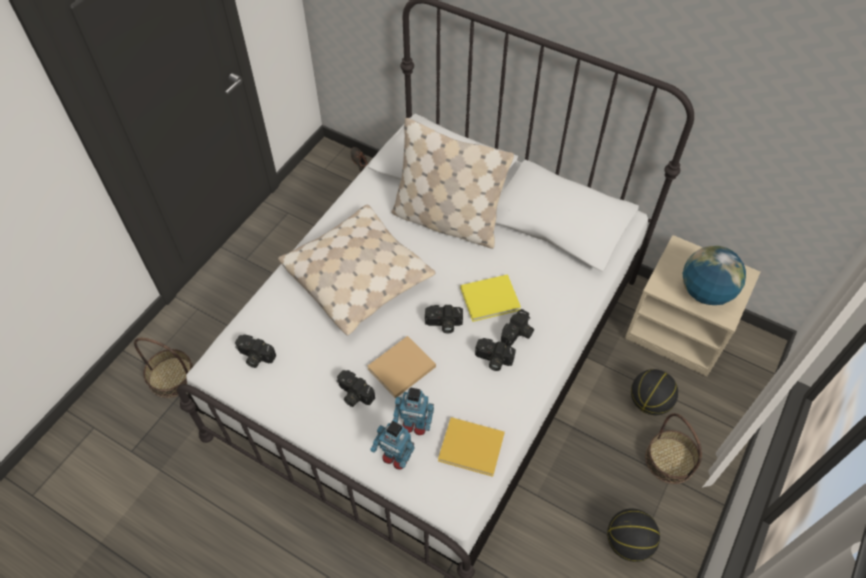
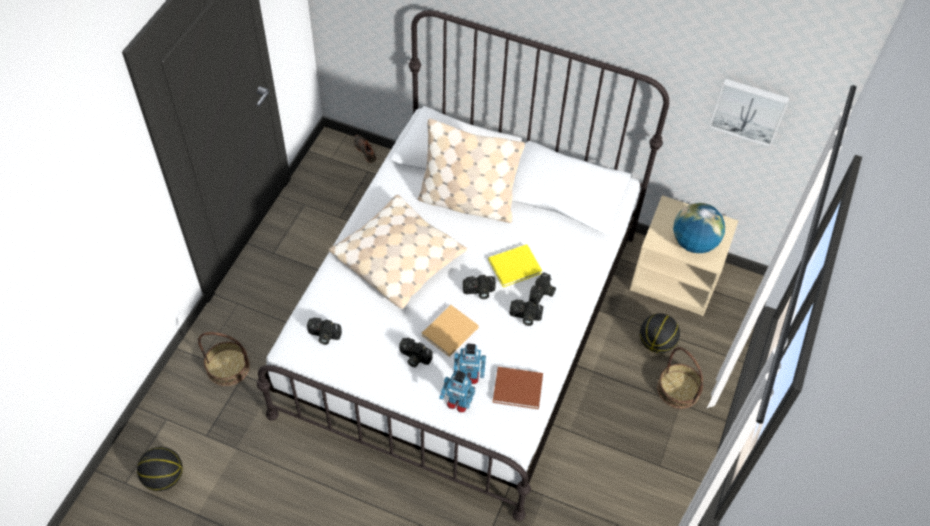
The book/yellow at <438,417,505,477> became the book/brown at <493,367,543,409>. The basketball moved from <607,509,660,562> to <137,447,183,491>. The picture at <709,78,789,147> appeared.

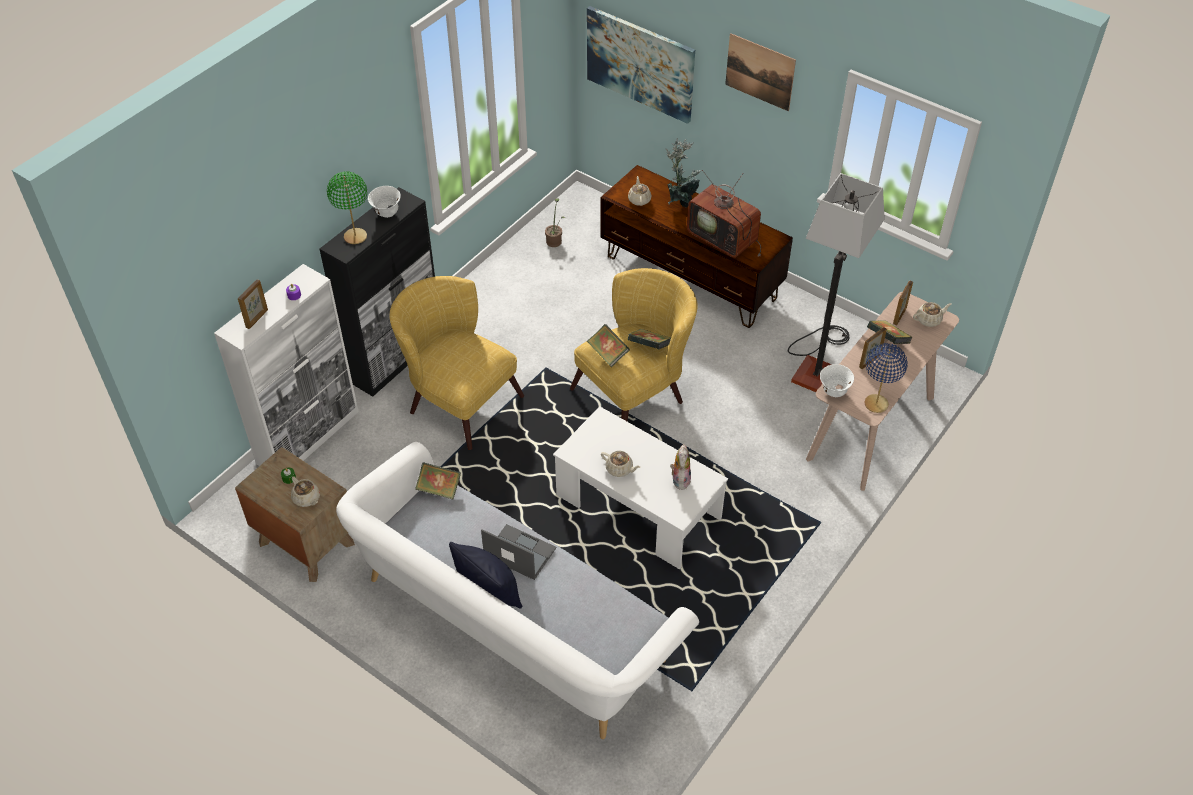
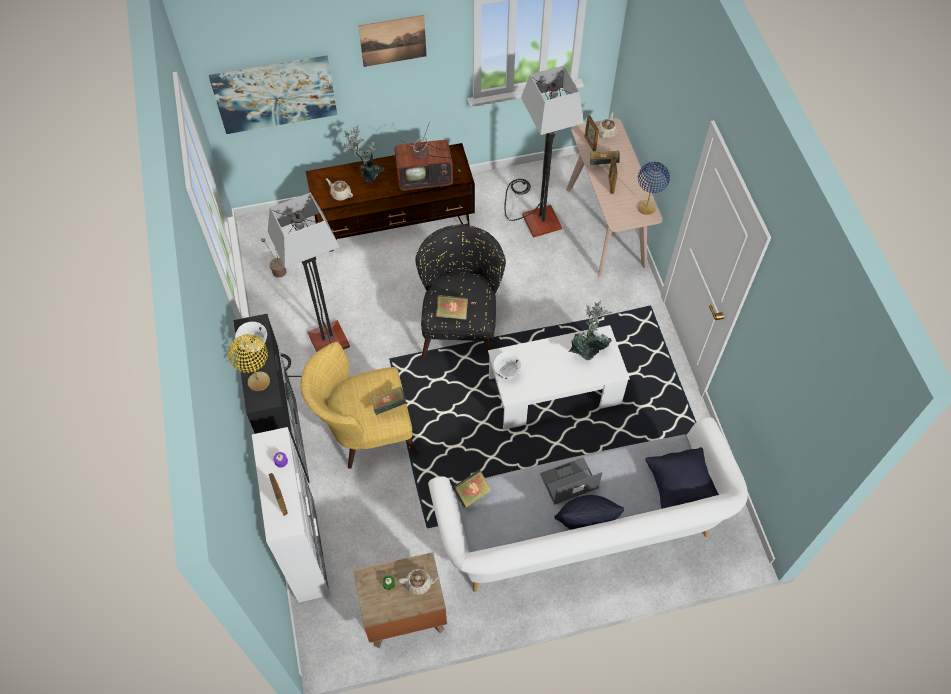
The table lamp/green at <327,172,367,244> became the table lamp/yellow at <228,334,270,391>. The armchair/yellow at <570,268,698,421> became the armchair/black at <415,225,506,359>. The book moved from <628,329,671,349> to <371,387,406,415>. The bowl/white moved from <820,364,854,397> to <494,352,522,379>. The plush toy at <670,444,691,490> was replaced by the potted plant at <568,301,612,360>. The teapot/beige at <601,451,641,477> disappeared. The floor lamp at <268,192,350,377> appeared. The pillow/black at <645,447,719,509> appeared.

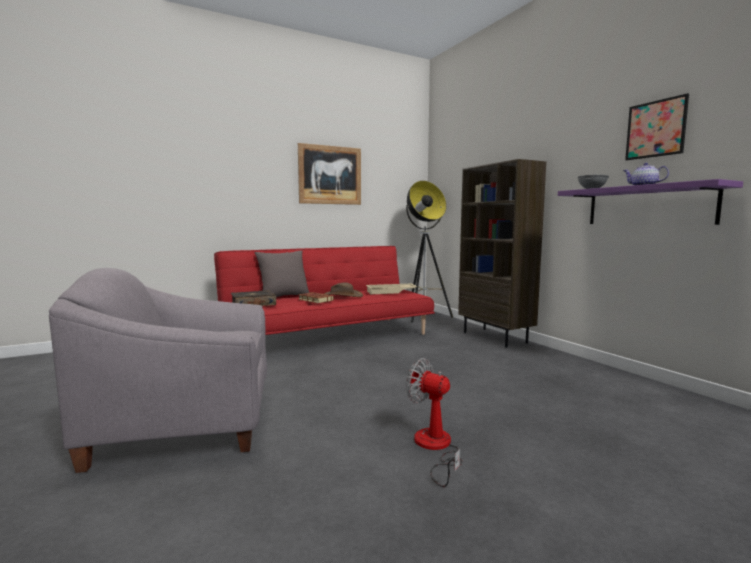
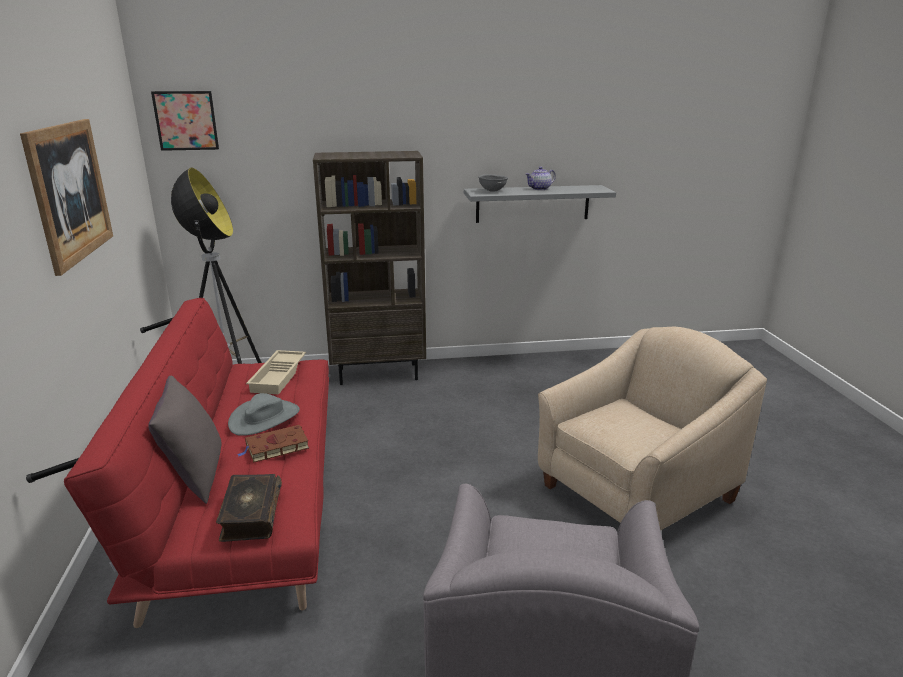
The picture moved from <625,93,689,160> to <151,91,219,151>. The shelf/purple at <558,179,743,225> became the shelf/grey at <464,185,616,223>. The hat/brown at <324,283,363,297> became the hat/grey at <228,393,300,436>. The fan at <406,358,462,487> was replaced by the armchair/beige at <538,327,767,530>.

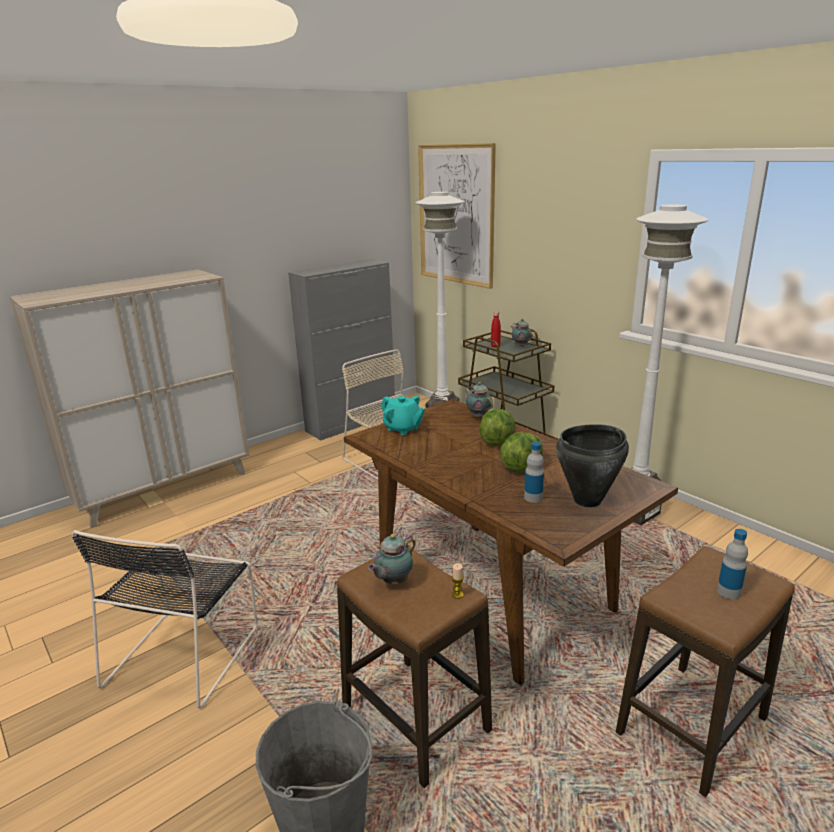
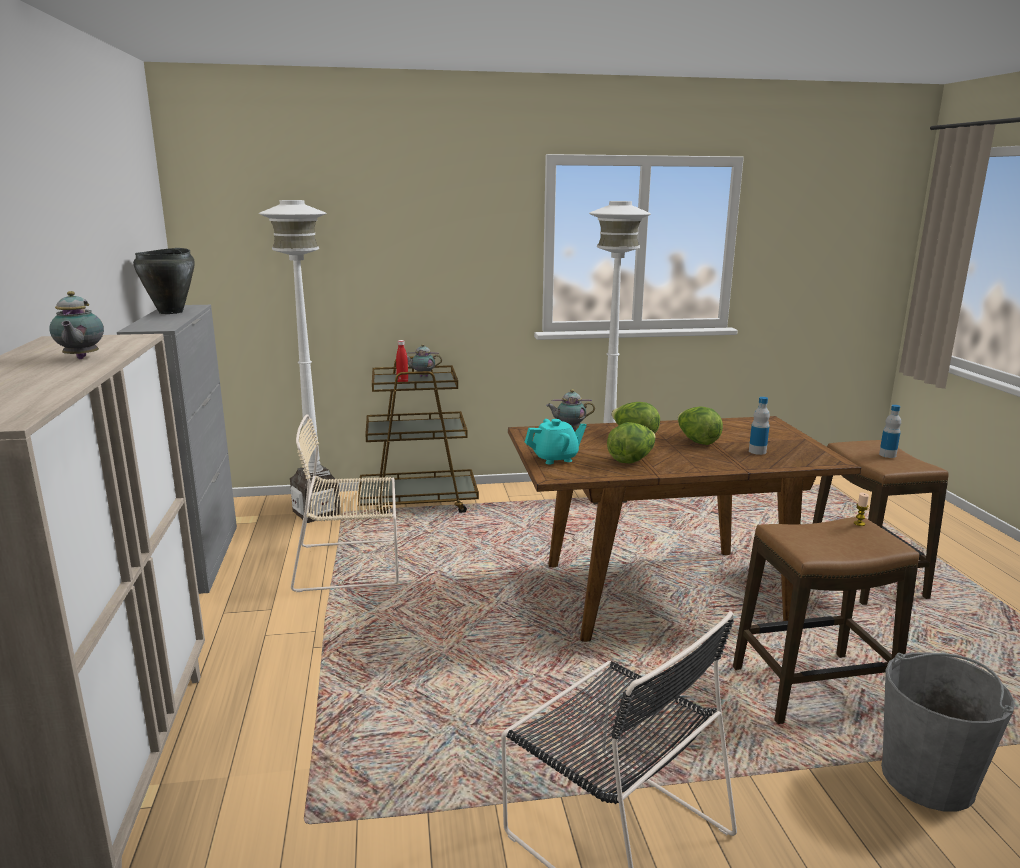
The picture at <418,143,496,289> disappeared. The cooking pot/black moved from <556,424,629,507> to <133,248,195,314>. The teapot moved from <368,534,416,584> to <49,291,104,359>. The lettuce at <607,422,656,463> appeared.

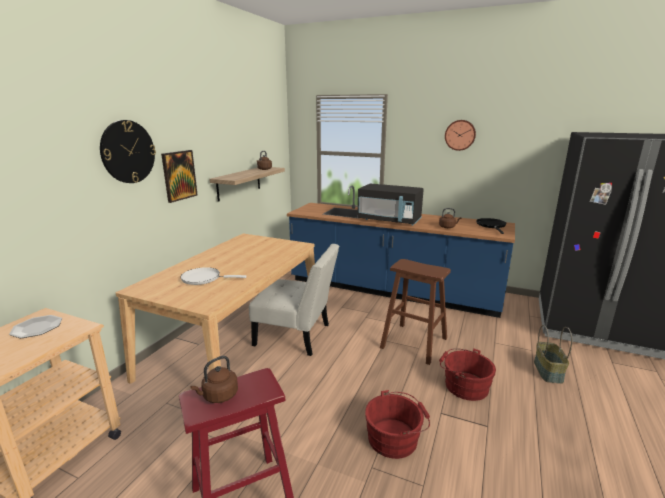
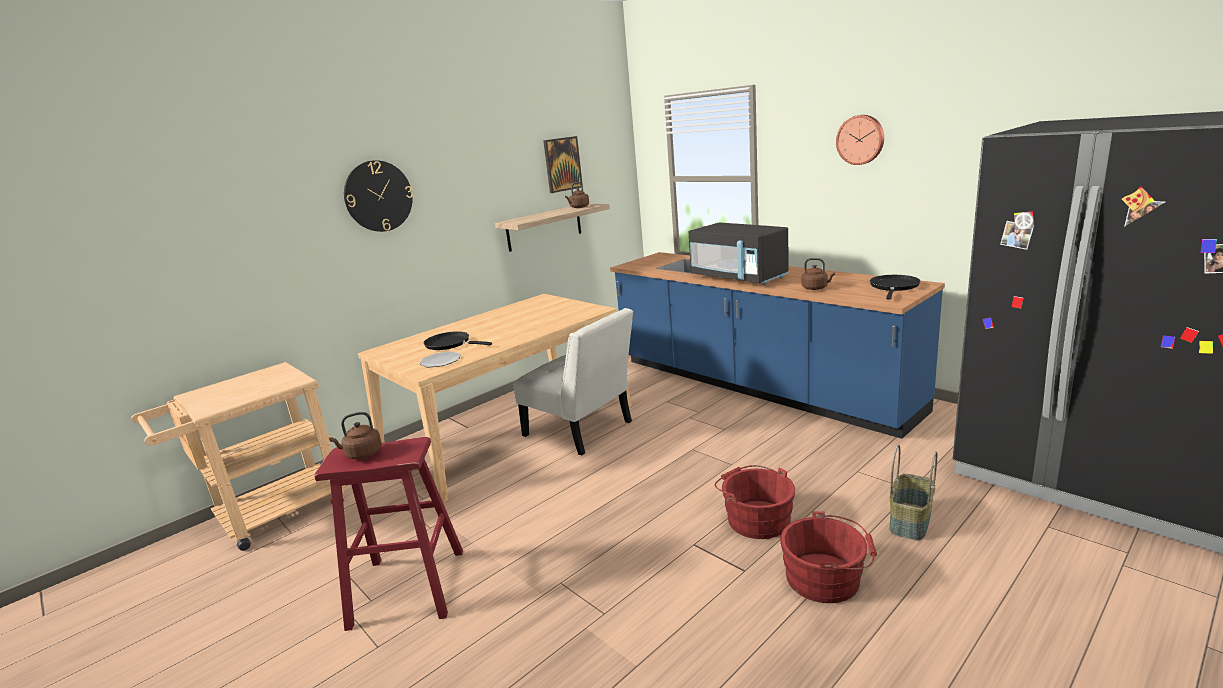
The picture moved from <161,150,198,203> to <543,136,583,193>. The stool/brown at <380,259,451,365> disappeared. The frying pan/white at <181,267,247,285> became the frying pan/black at <424,331,492,350>. The plate moved from <9,315,62,338> to <419,351,461,368>. The bucket/red moved from <365,390,430,459> to <780,511,877,603>.

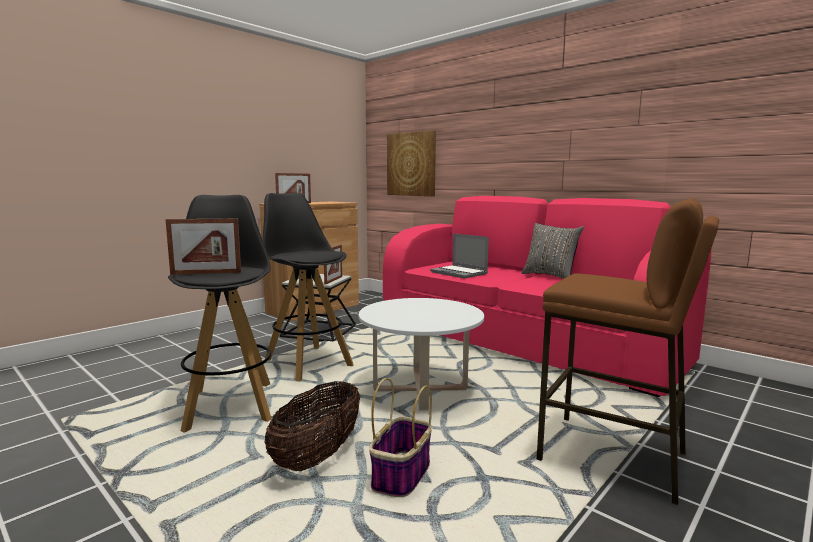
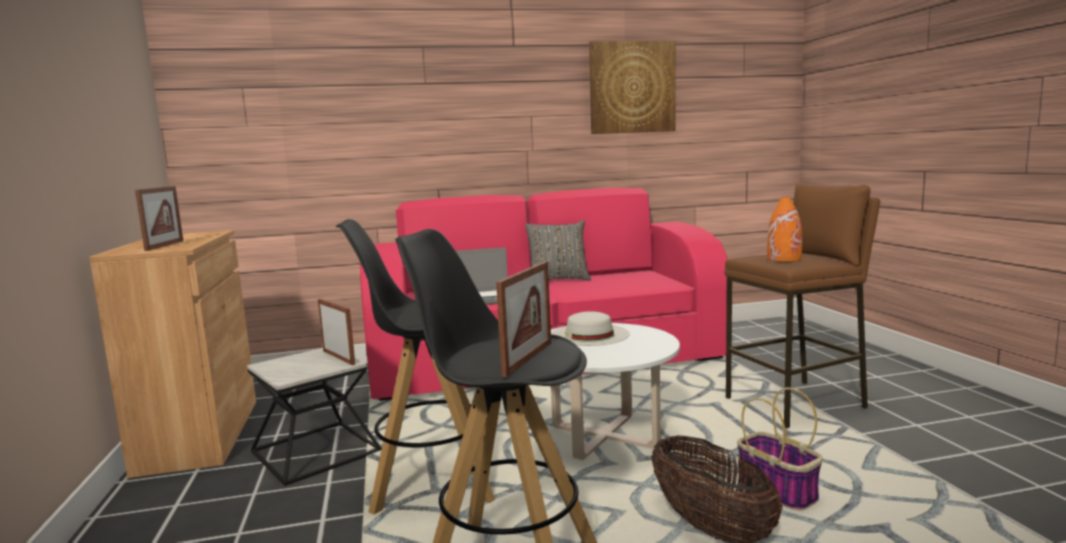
The picture moved from <387,130,436,196> to <589,41,676,134>. The vase/orange at <767,197,802,262> appeared. The hat/white at <551,311,630,346> appeared.

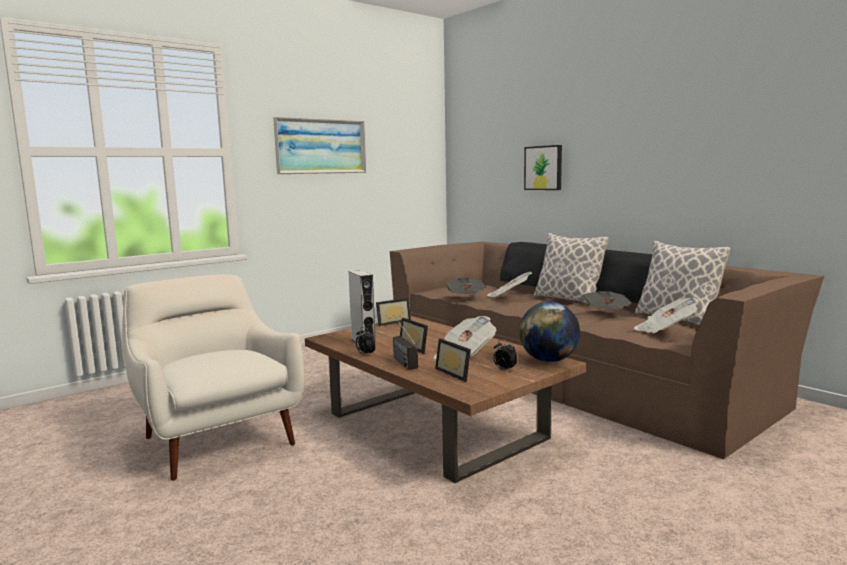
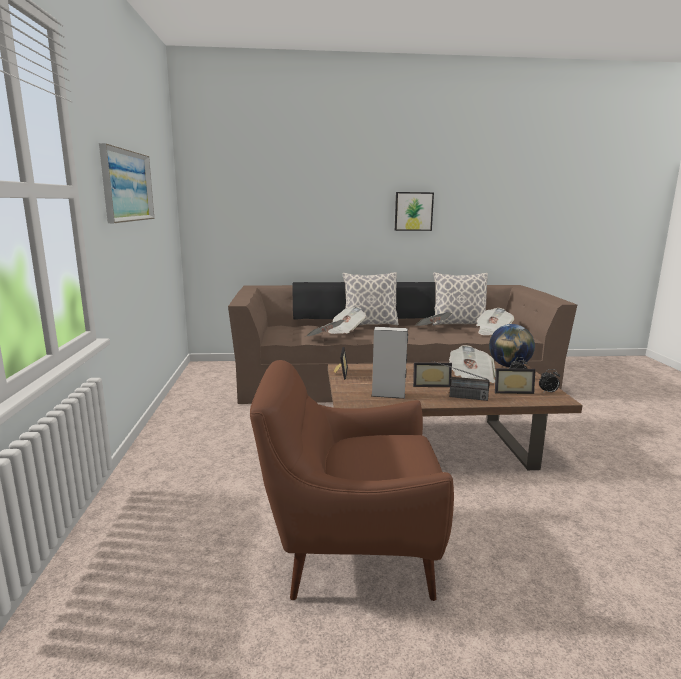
The picture moved from <524,145,562,190> to <395,192,434,231>. The armchair/white at <122,274,304,481> became the armchair/brown at <250,360,454,601>. The alarm clock moved from <356,327,376,356> to <539,369,560,393>.

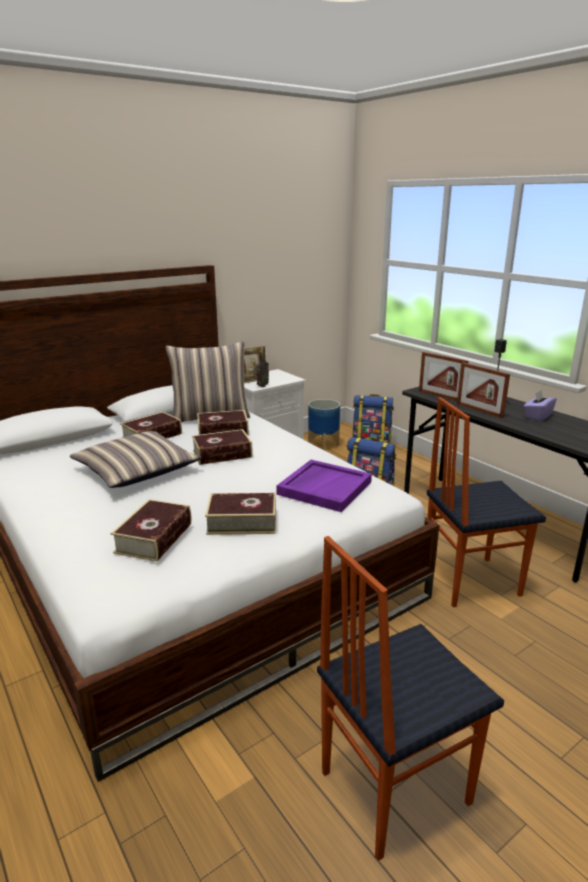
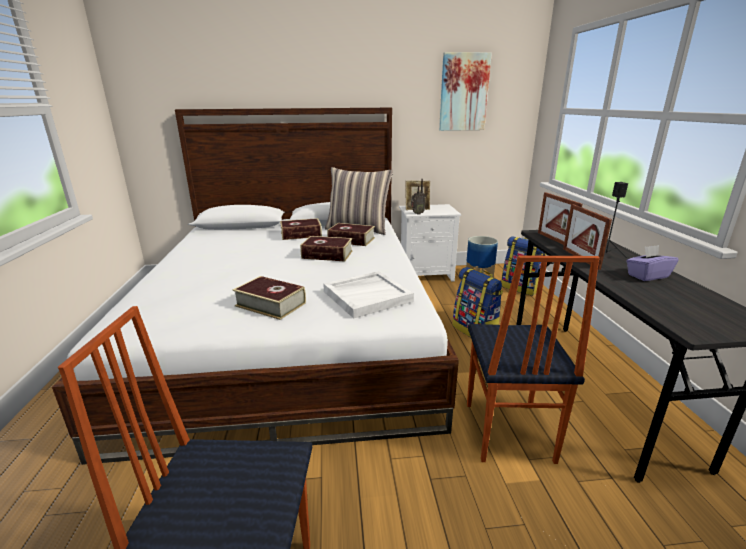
The chair at <427,397,546,607> turned 105 degrees counterclockwise. The pillow at <70,431,201,488> disappeared. The tray/purple at <276,460,372,512> became the tray/white at <323,271,414,319>. The book at <110,499,191,561> disappeared. The picture at <439,52,492,131> appeared.

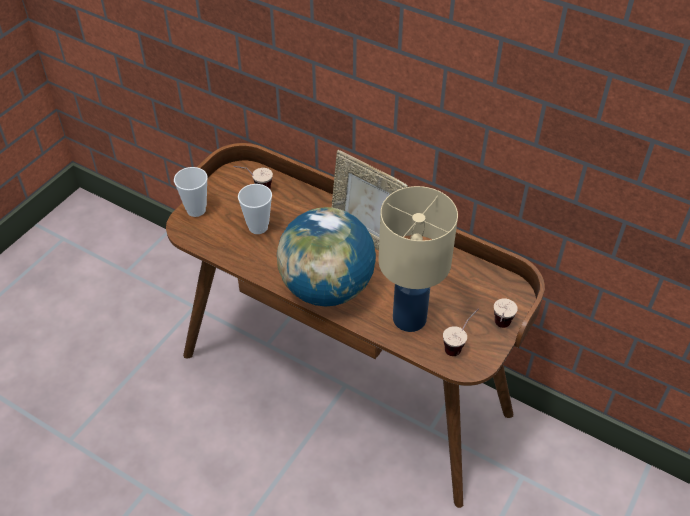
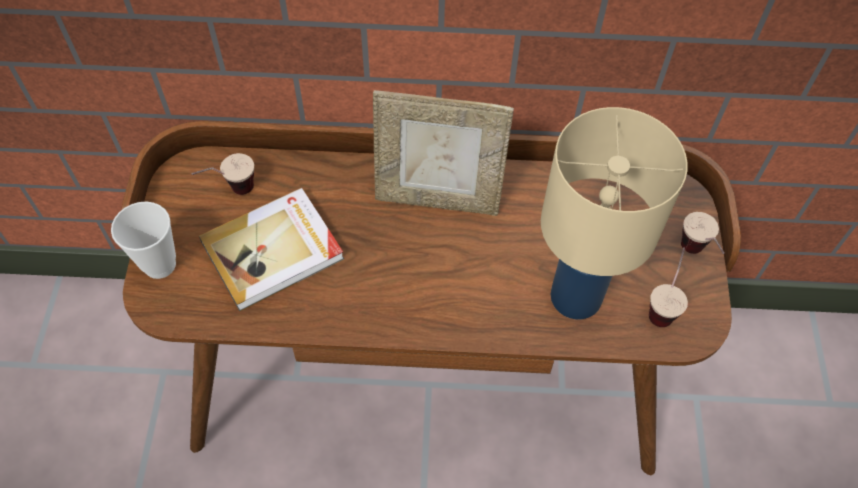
The cup at <238,184,272,234> was replaced by the book at <199,188,344,311>. The globe at <277,207,376,307> disappeared.

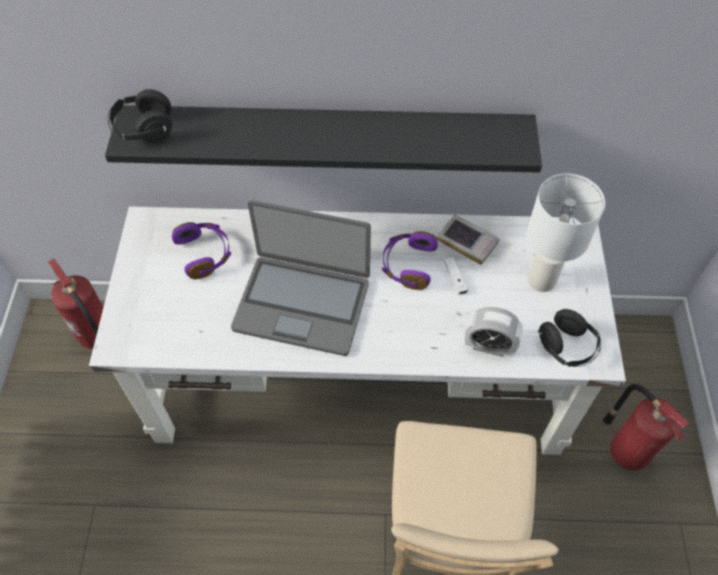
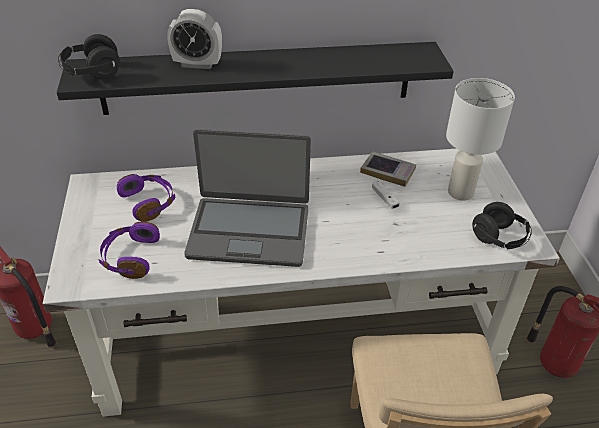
The headphones/purple moved from <382,231,438,290> to <98,221,160,279>. The alarm clock moved from <465,307,523,357> to <167,9,222,69>.

